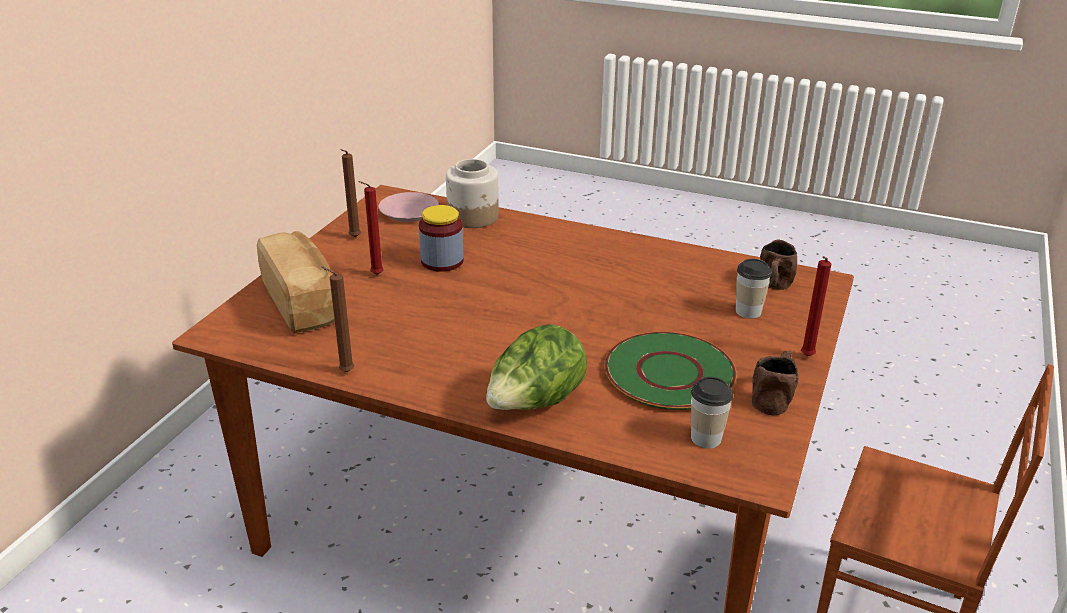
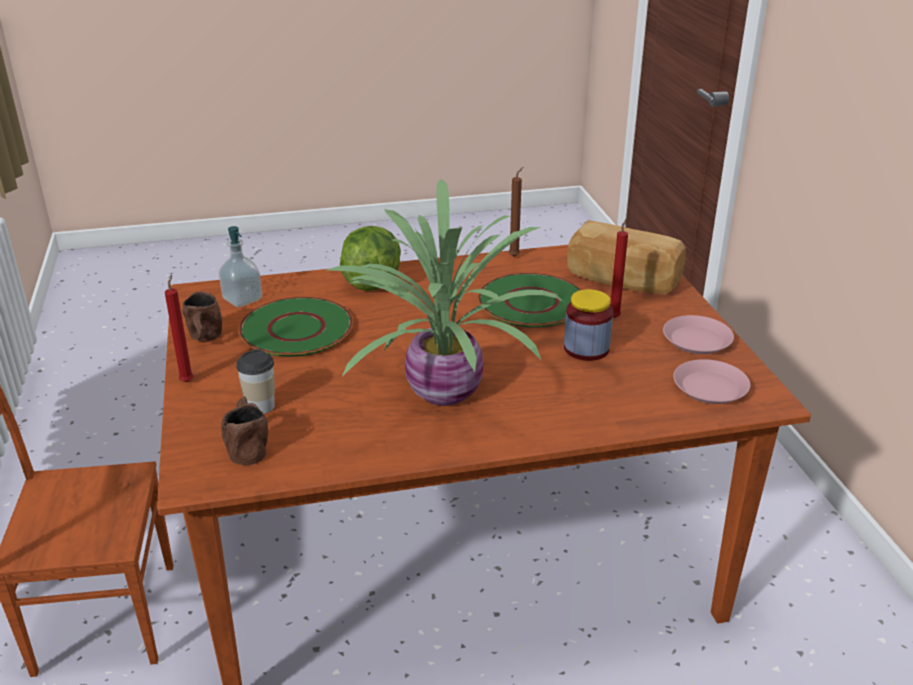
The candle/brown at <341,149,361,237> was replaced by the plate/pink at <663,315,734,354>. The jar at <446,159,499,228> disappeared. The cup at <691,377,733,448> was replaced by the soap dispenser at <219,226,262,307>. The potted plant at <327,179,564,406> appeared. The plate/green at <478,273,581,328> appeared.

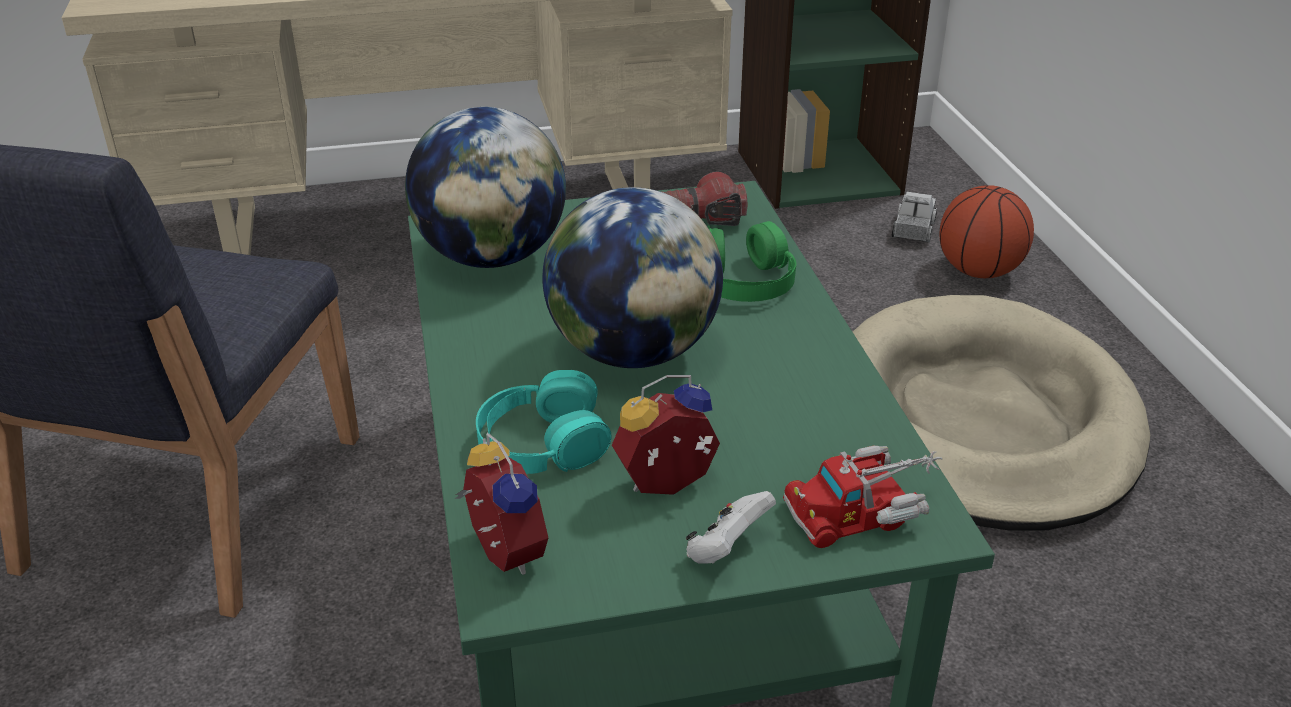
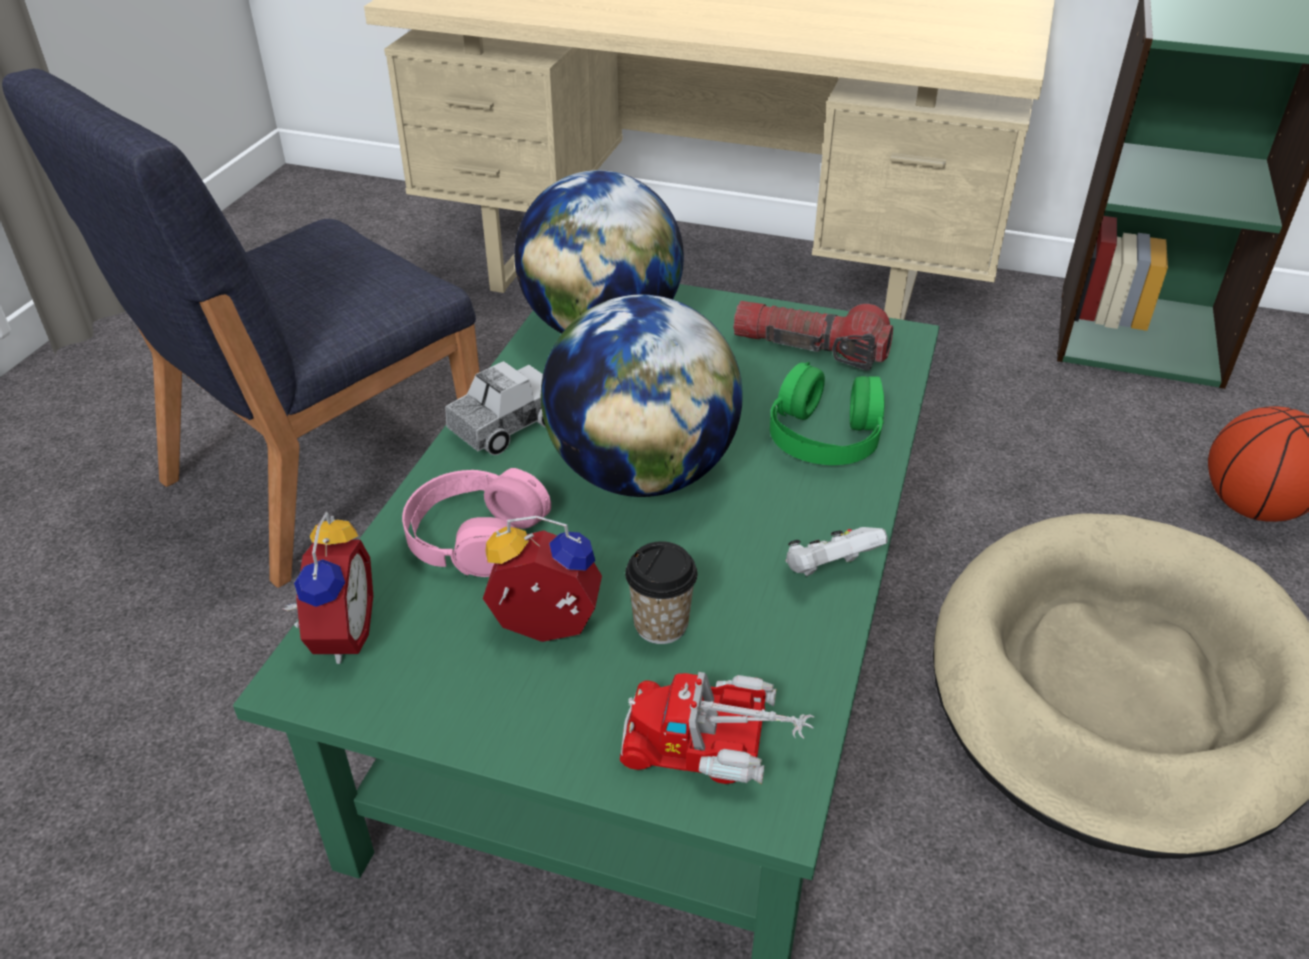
The toy truck moved from <892,192,937,242> to <445,361,546,455>. The headphones/turquoise at <476,370,612,474> became the headphones/pink at <402,468,551,577>. The game controller/white moved from <686,491,776,564> to <786,527,888,576>. The cup at <625,541,698,644> appeared.

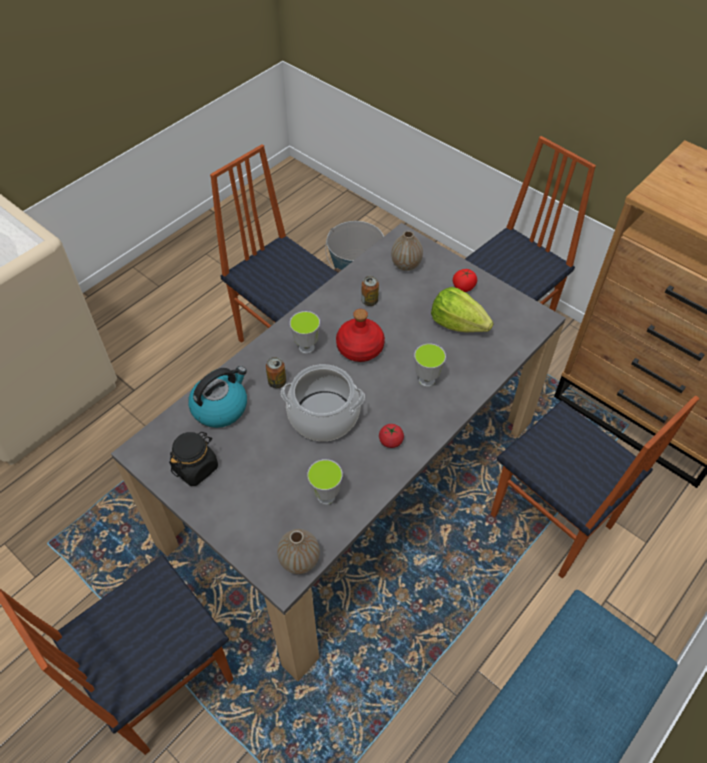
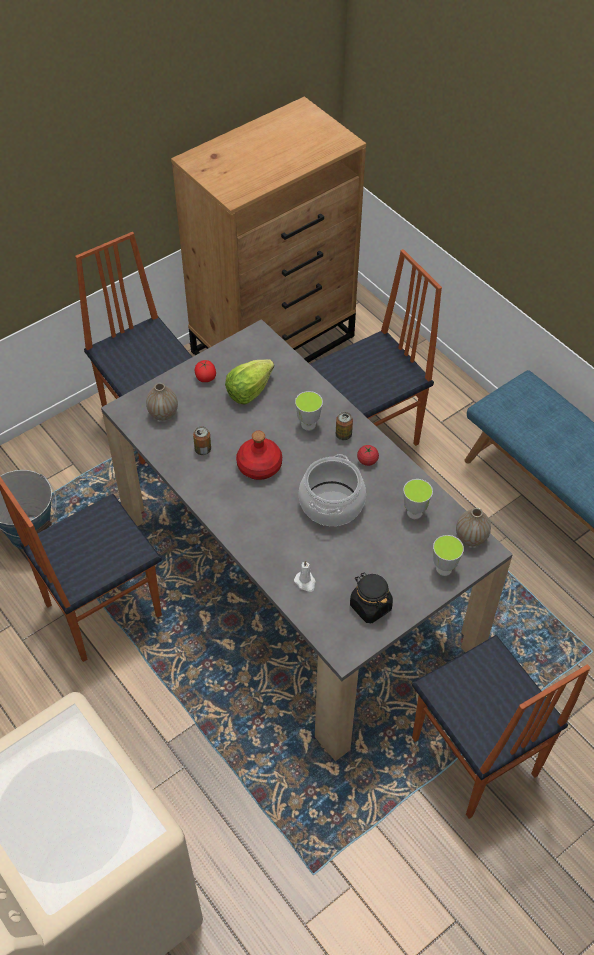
The cup moved from <290,311,320,354> to <433,535,464,576>. The can moved from <266,357,286,388> to <336,412,353,440>. The kettle at <188,366,247,428> was replaced by the candle/white at <294,560,316,592>.

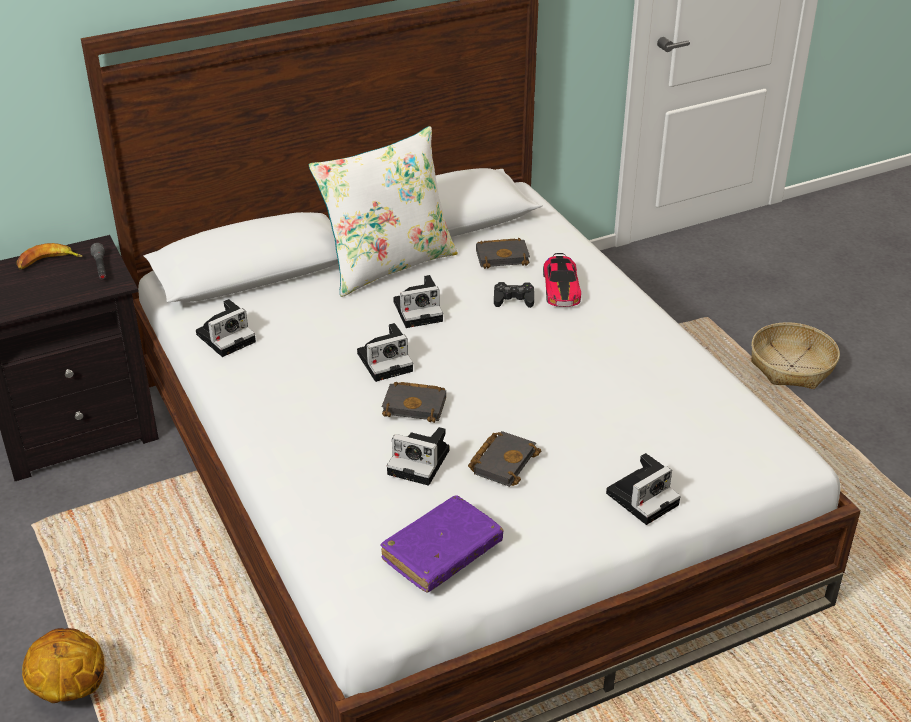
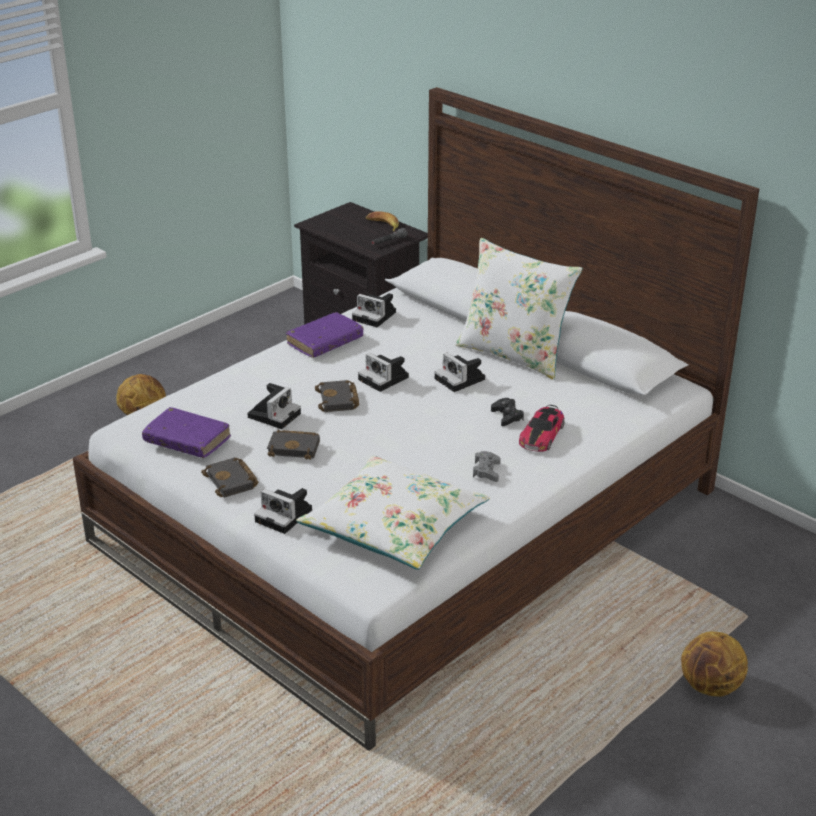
The book/black moved from <476,238,530,269> to <201,458,259,498>. The toy car at <543,253,581,307> turned 45 degrees counterclockwise. The basket at <751,322,840,389> was replaced by the basketball at <681,632,748,697>. The photo camera at <387,427,449,486> turned 150 degrees counterclockwise. The book/purple at <286,312,364,358> appeared. The game controller/grey at <473,451,501,482> appeared. The pillow/white at <296,456,490,570> appeared.

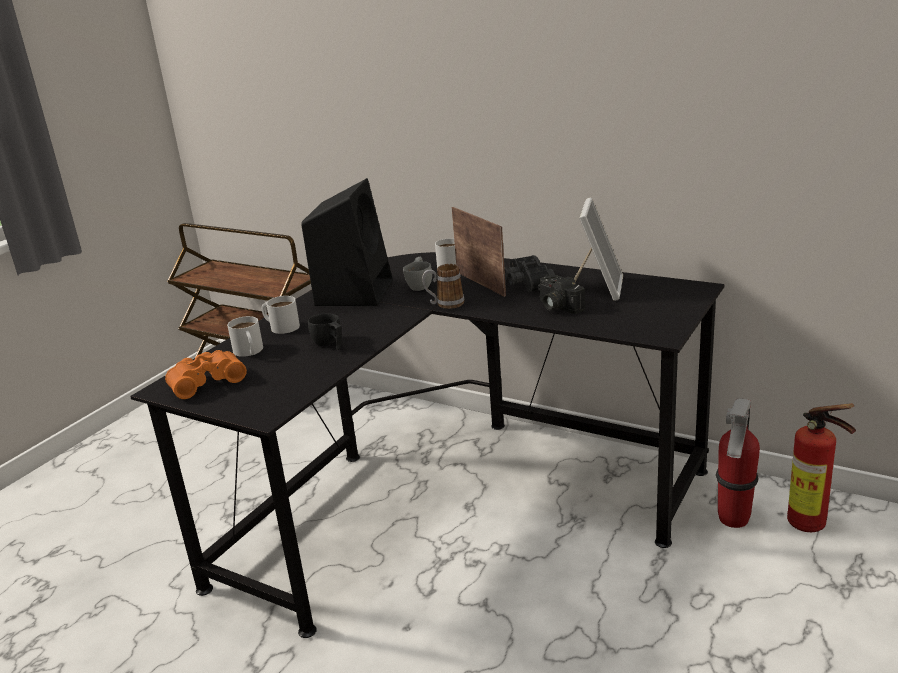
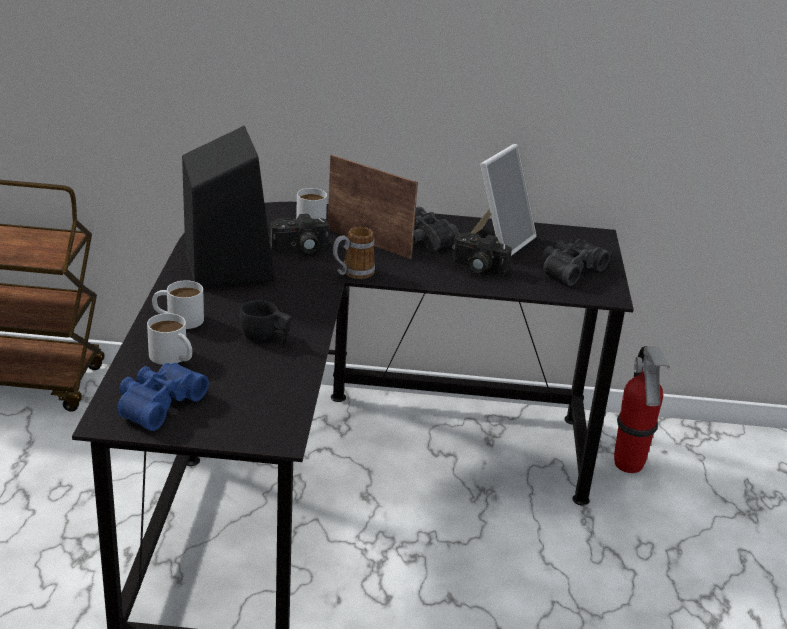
The picture frame at <574,197,623,301> turned 45 degrees clockwise. The cup/grey at <403,257,432,291> was replaced by the photo camera at <270,214,329,254>. The binoculars/orange at <165,350,247,399> became the binoculars/blue at <117,363,209,431>. The fire extinguisher at <787,403,856,532> disappeared. The binoculars/black at <543,239,611,286> appeared.

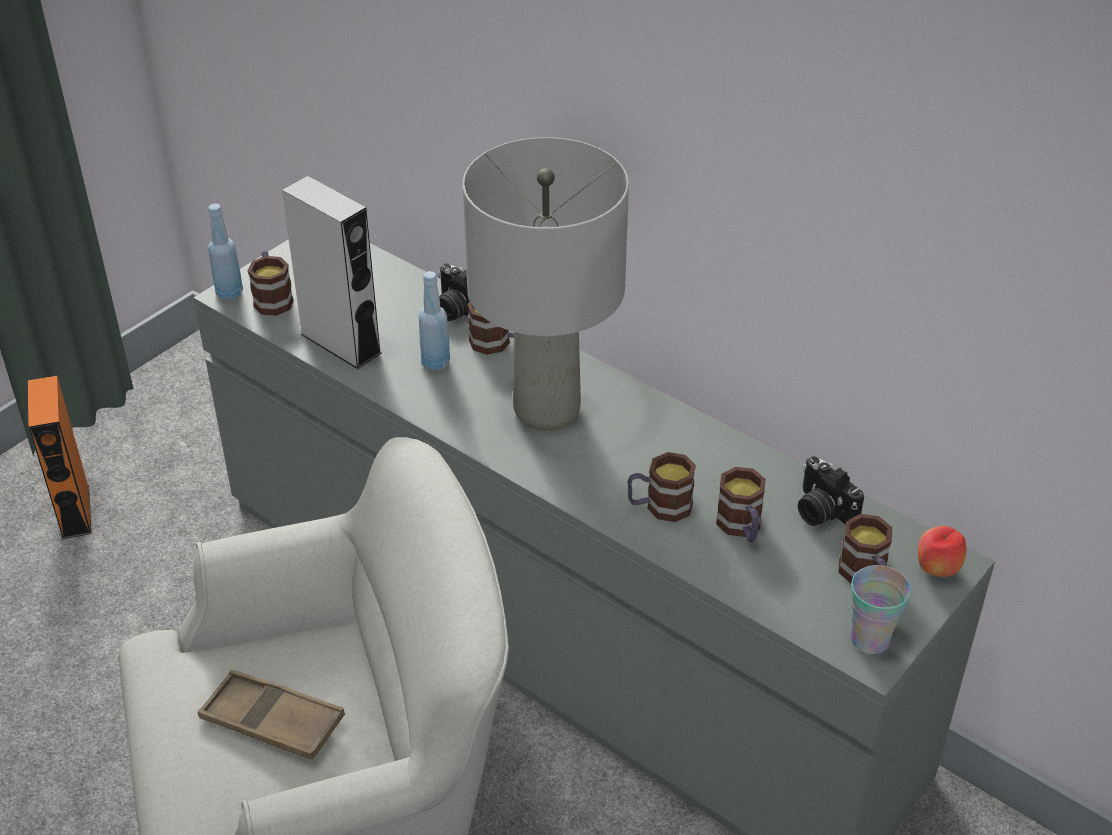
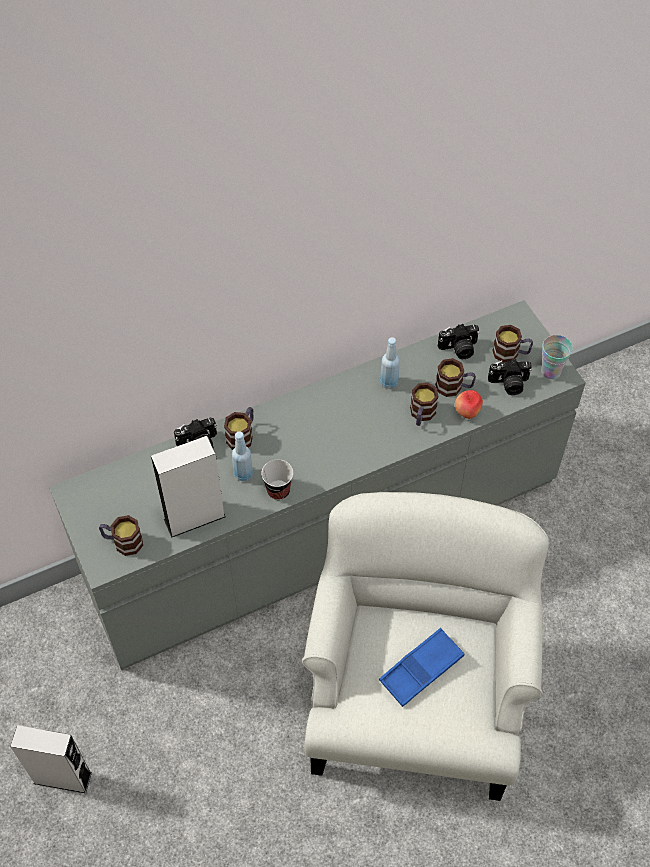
The table lamp/grey at <462,137,629,431> disappeared. The bottle/blue moved from <208,203,243,300> to <380,337,400,389>. The speaker/orange at <28,376,92,539> became the speaker/grey at <10,725,92,793>. The apple moved from <918,526,966,577> to <455,390,483,419>. The tray/brown at <198,670,345,760> became the tray/blue at <379,628,465,707>. The photo camera at <488,359,532,395> appeared. The cup at <261,459,293,500> appeared.

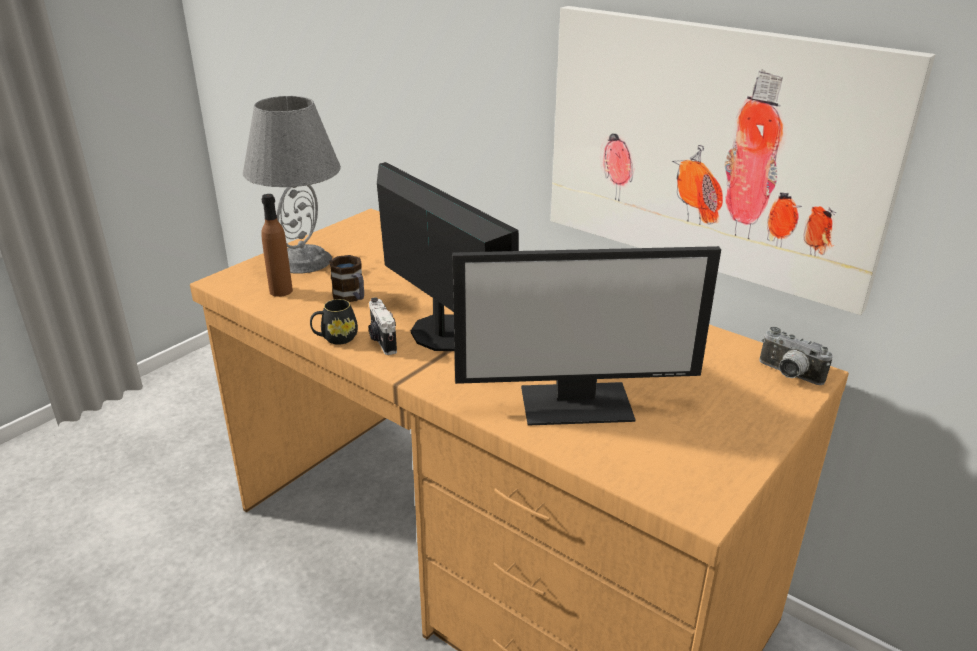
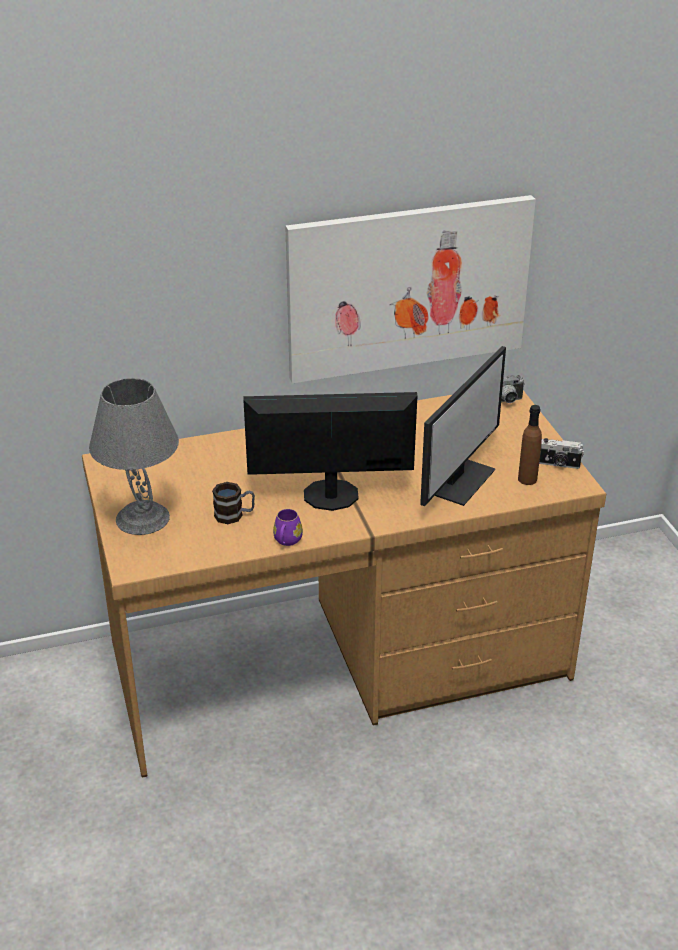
The bottle/brown moved from <261,194,293,297> to <518,405,542,485>. The photo camera moved from <369,297,397,355> to <539,438,584,469>. The mug/black at <310,299,358,345> became the mug/purple at <273,509,303,546>.

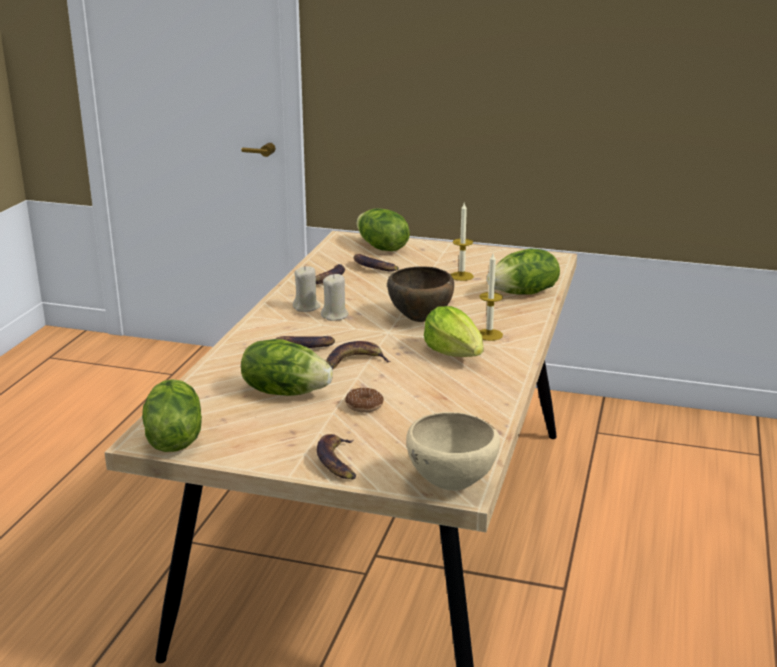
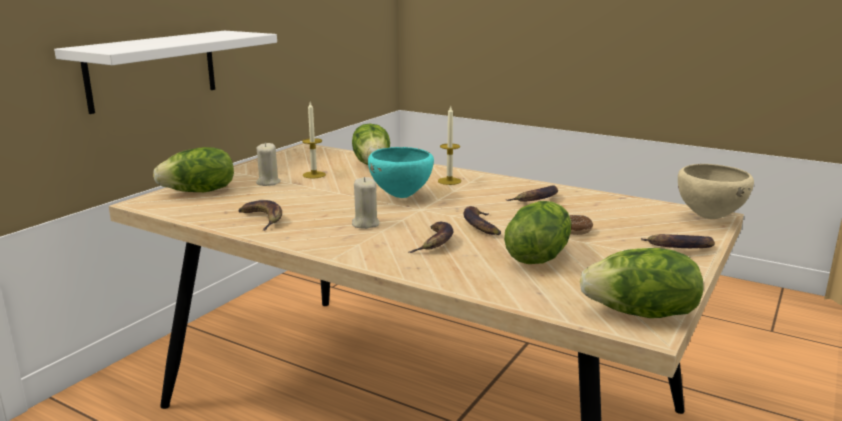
The banana moved from <354,254,399,271> to <505,185,558,202>. The candle/beige moved from <293,266,320,312> to <256,143,280,186>. The bowl/brown at <387,267,454,322> became the bowl/turquoise at <368,147,434,198>. The lettuce at <424,306,484,357> disappeared. The shelf/white at <54,31,277,114> appeared.

